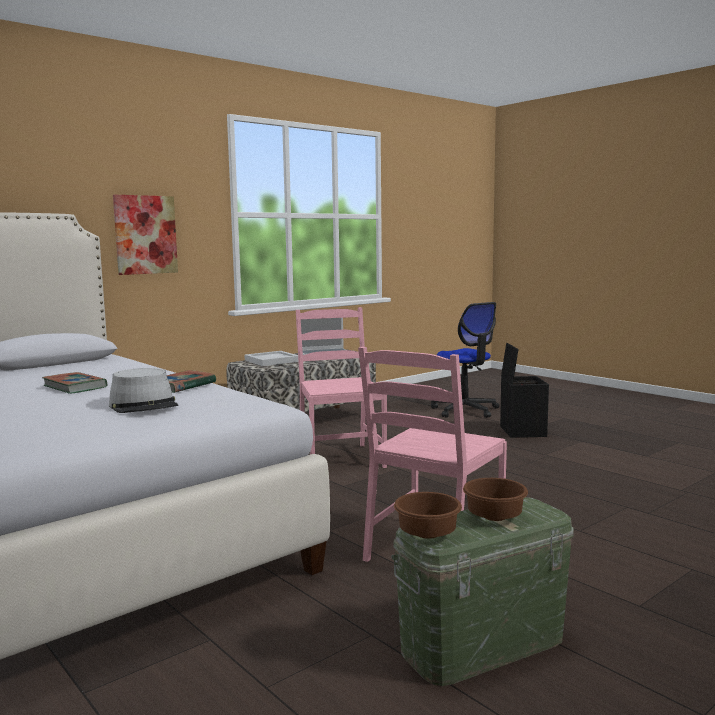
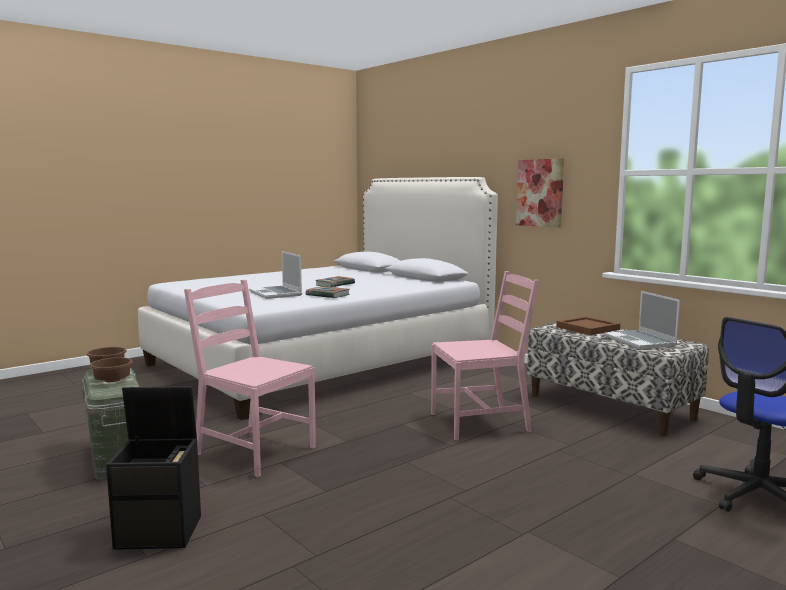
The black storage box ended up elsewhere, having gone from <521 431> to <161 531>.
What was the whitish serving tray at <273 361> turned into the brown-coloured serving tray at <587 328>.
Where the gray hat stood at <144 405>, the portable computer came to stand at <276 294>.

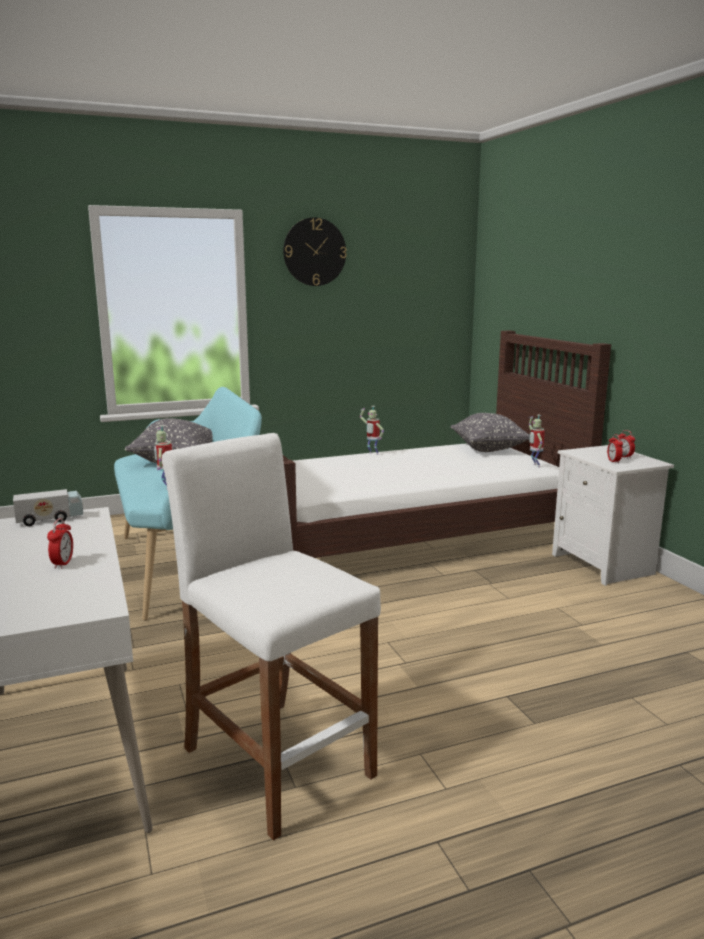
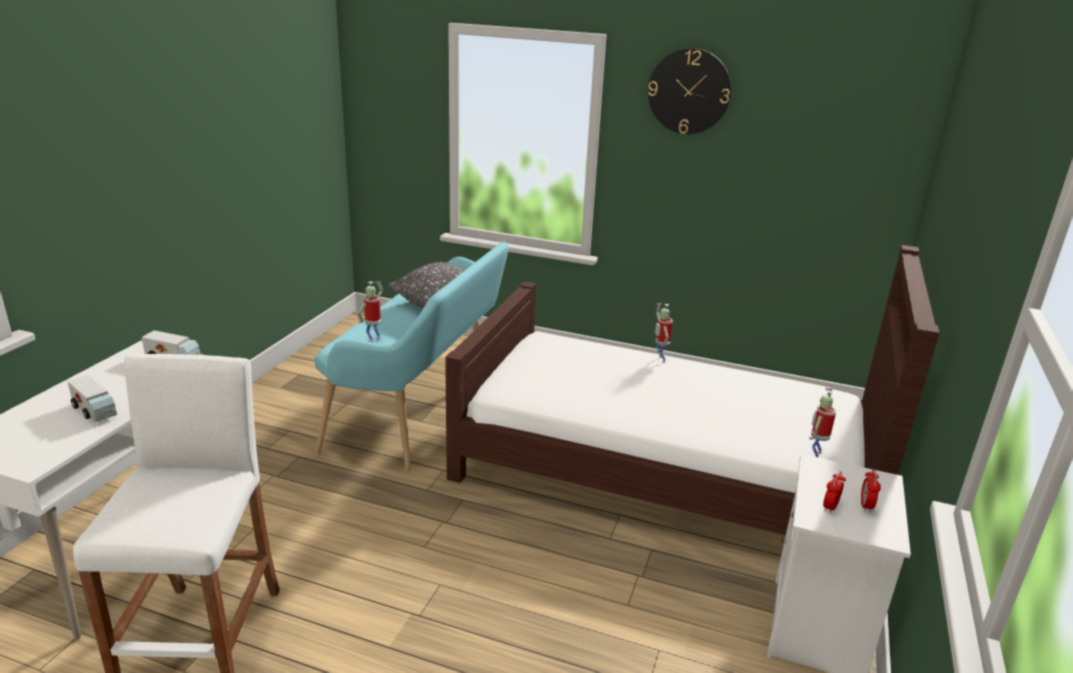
The second view lost the gray throw pillow at <489 449>.
Where the bedside clock stood at <63 564>, the model truck came to stand at <95 410>.

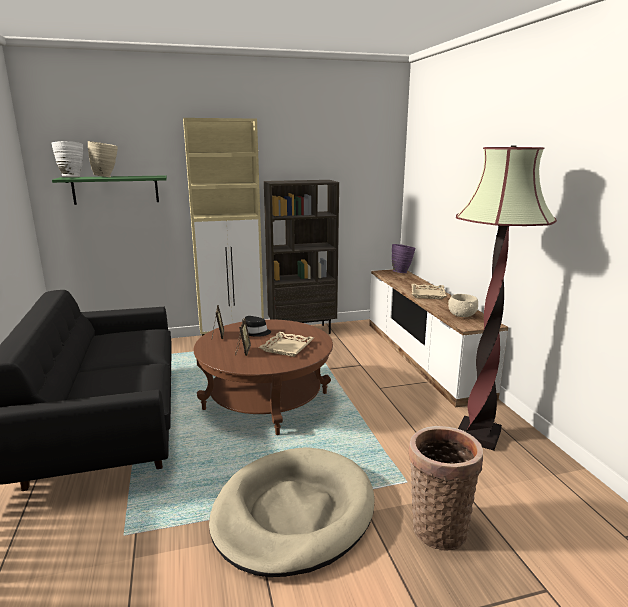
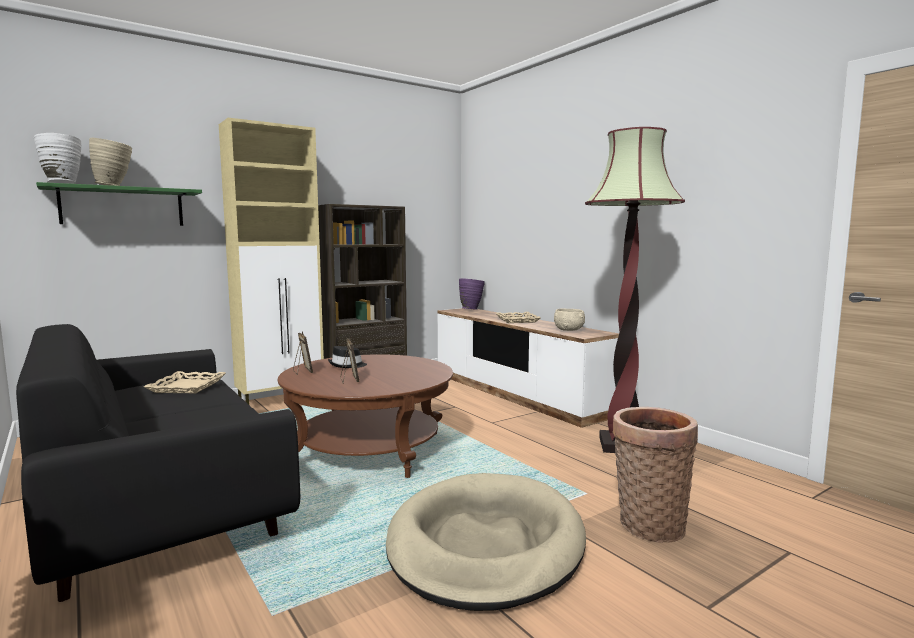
The sand-coloured serving tray ended up elsewhere, having gone from <287 348> to <188 387>.

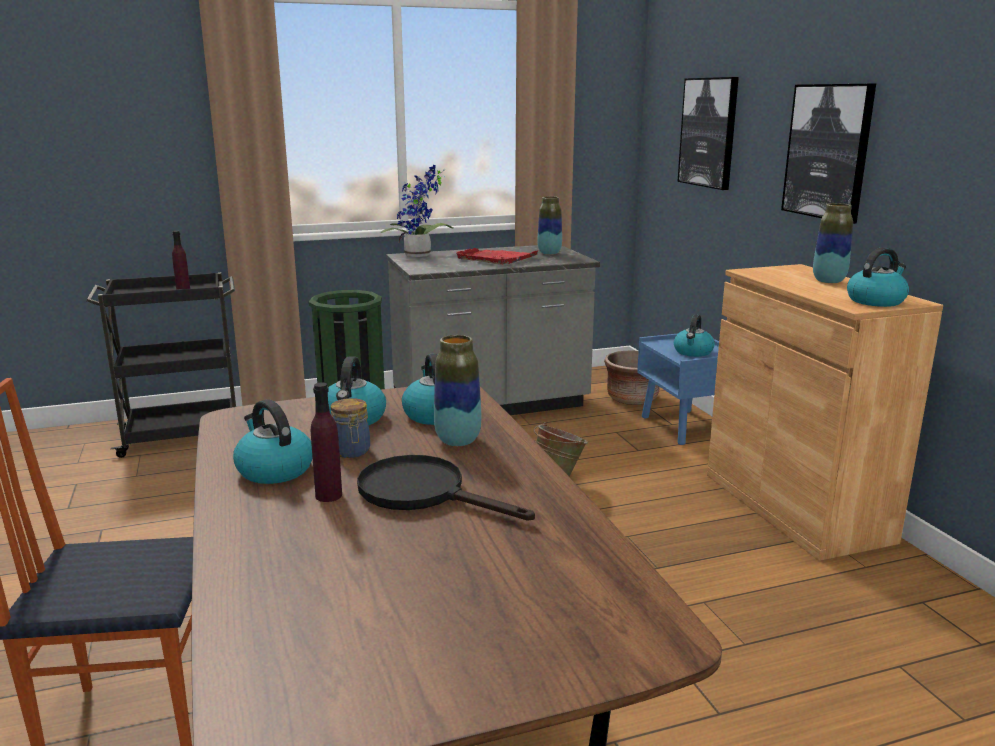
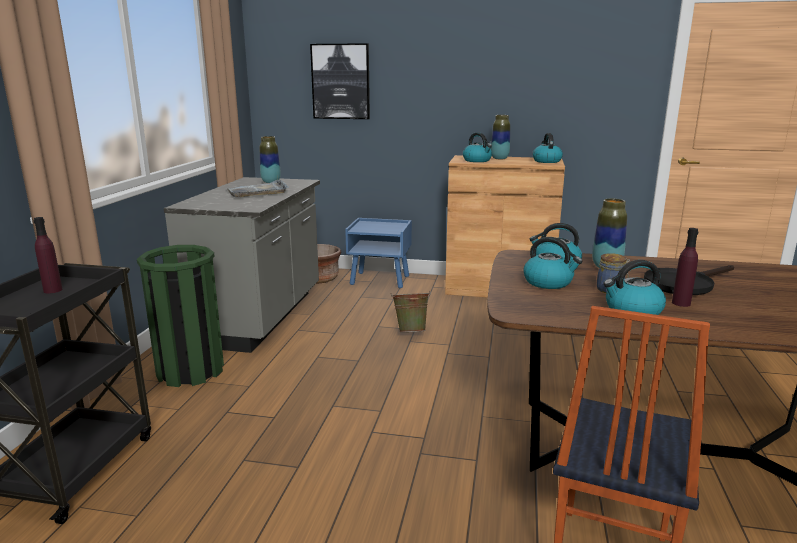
The second view lost the wall art at <828 151>.
The second view lost the houseplant at <420 256>.
What was the red serving tray at <496 258> turned into the gray serving tray at <258 191>.
The water kettle ended up elsewhere, having gone from <693 352> to <477 160>.

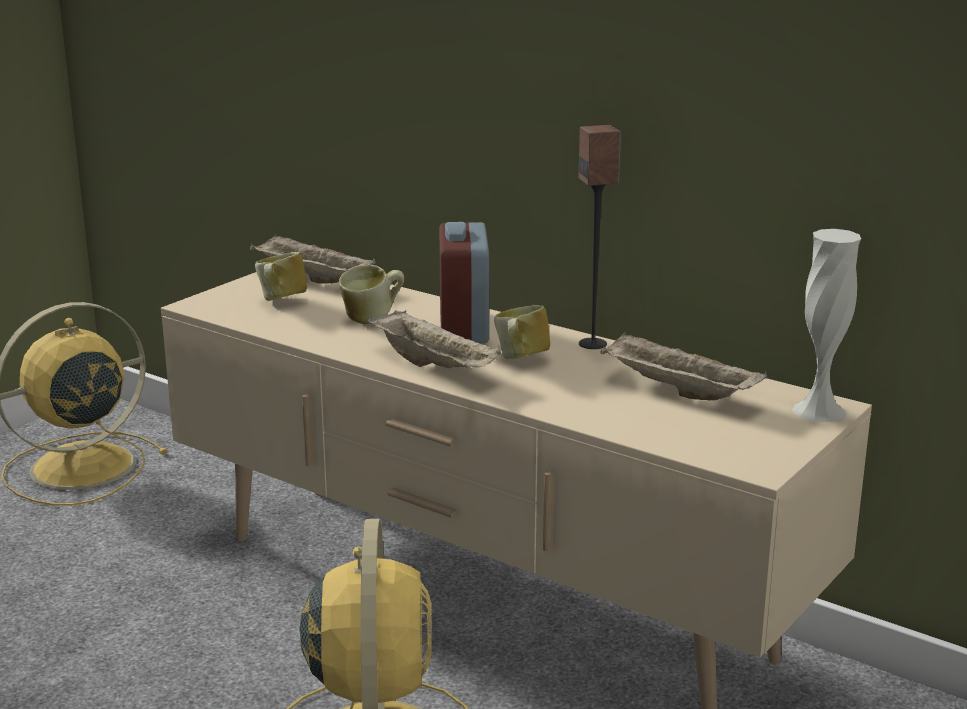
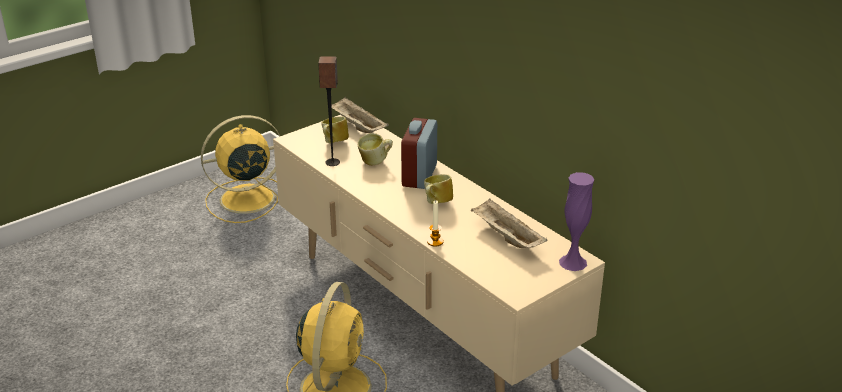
The speaker ended up elsewhere, having gone from <593 344> to <333 162>.
What was the whitish vase at <819 411> turned into the purple-coloured vase at <573 262>.
The second view lost the sand-coloured serving tray at <436 366>.
The second view gained the wax candle at <435 241>.

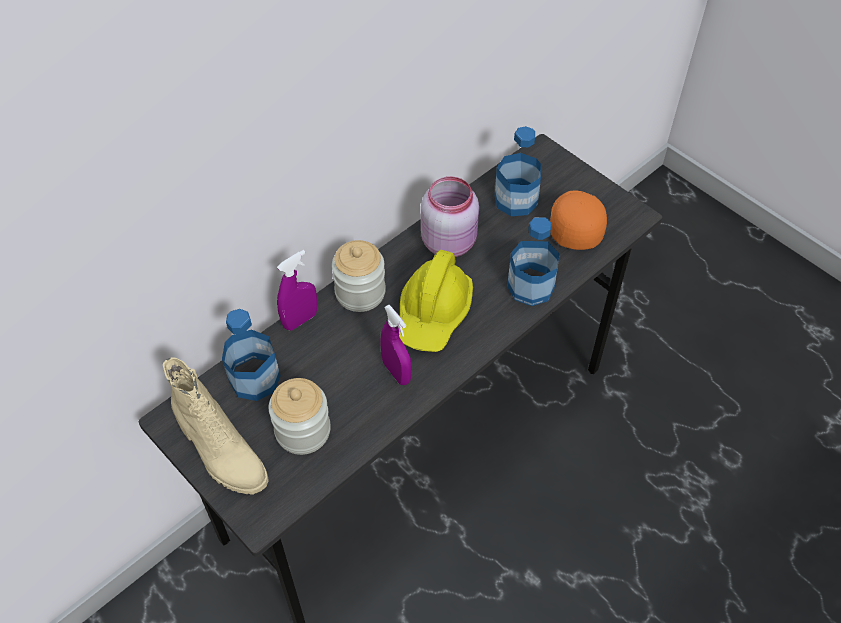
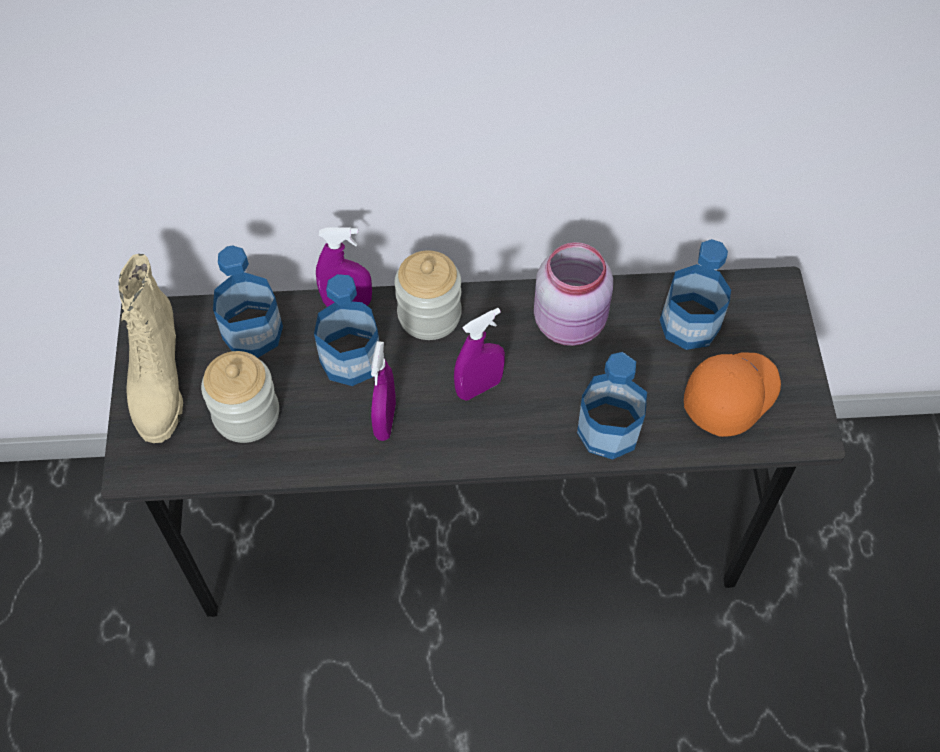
Where the yellow work helmet stood at <433 313>, the purple-coloured hand sprayer came to stand at <479 387>.
The second view gained the bottle at <350 359>.

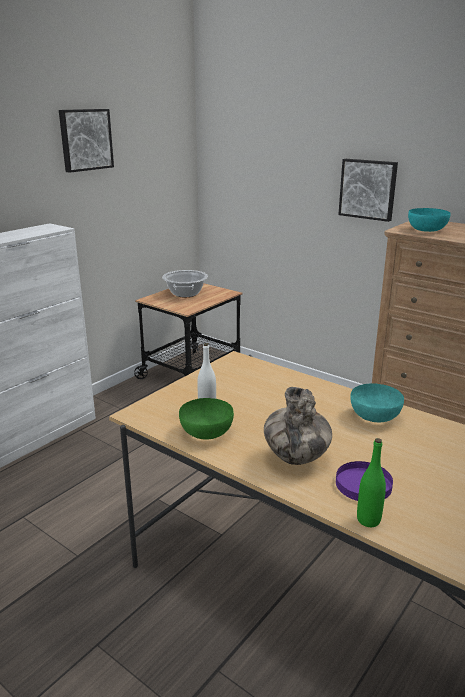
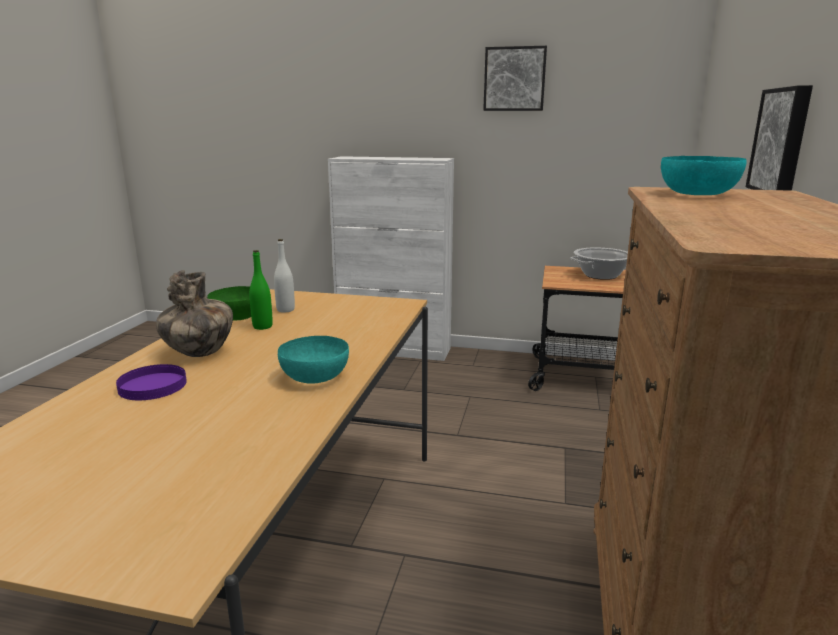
The green bottle ended up elsewhere, having gone from <368 520> to <262 326>.

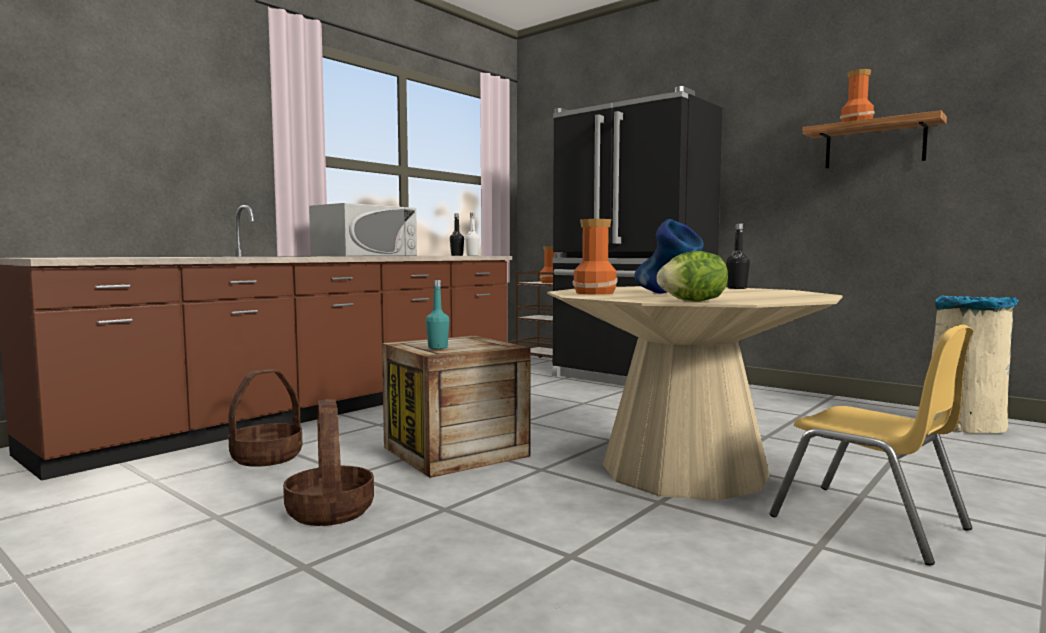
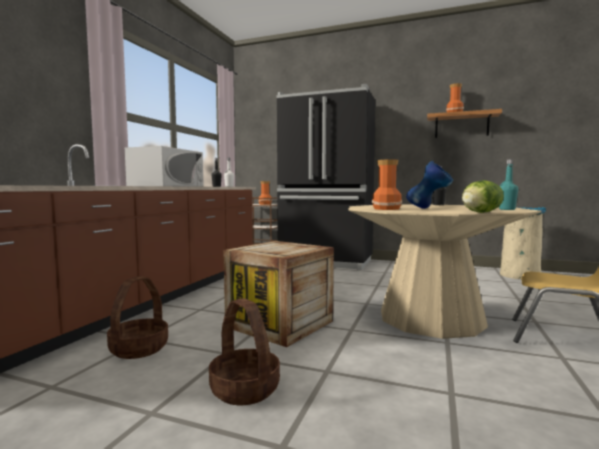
The turquoise bottle ended up elsewhere, having gone from <437 348> to <507 209>.

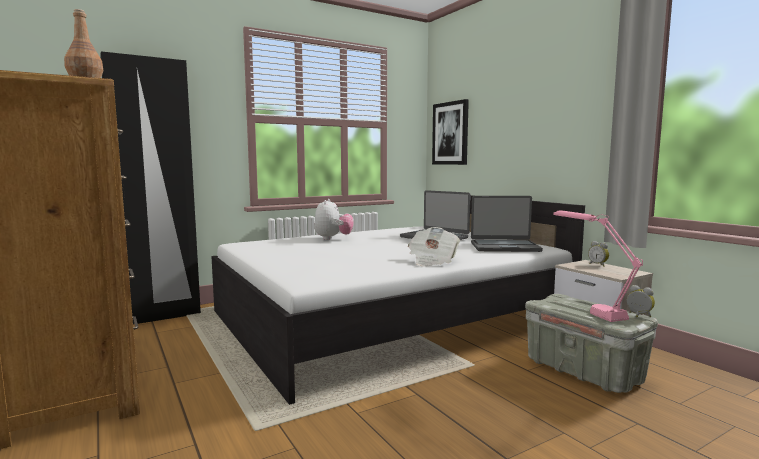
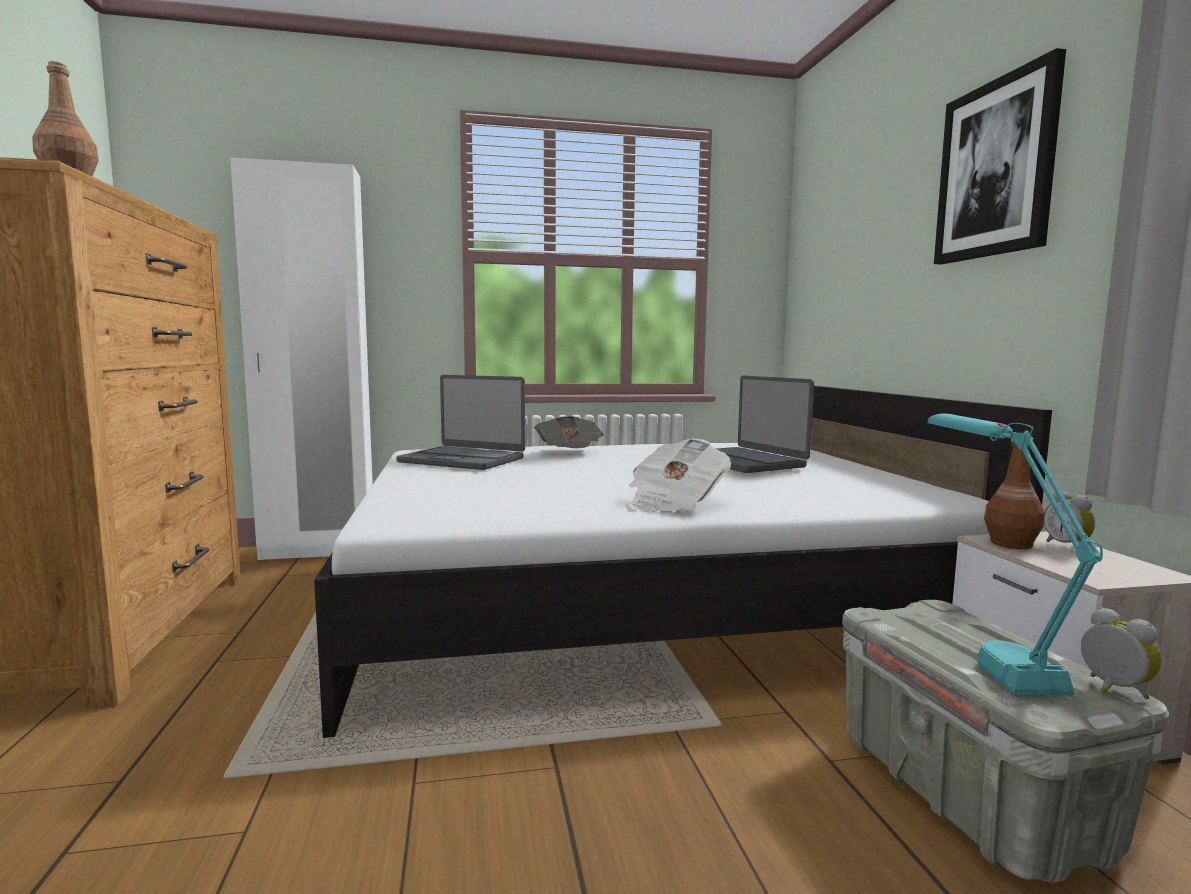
What was the black clothes cupboard at <162 316> turned into the whitish clothes cupboard at <318 551>.
The wall art ended up elsewhere, having gone from <450 133> to <996 169>.
The portable computer ended up elsewhere, having gone from <504 247> to <463 460>.
Where the plush toy stood at <333 238>, the daily paper came to stand at <569 453>.
What was the pink tabletop lamp at <589 308> turned into the turquoise tabletop lamp at <984 648>.
The second view gained the brown-coloured bottle at <1011 544>.

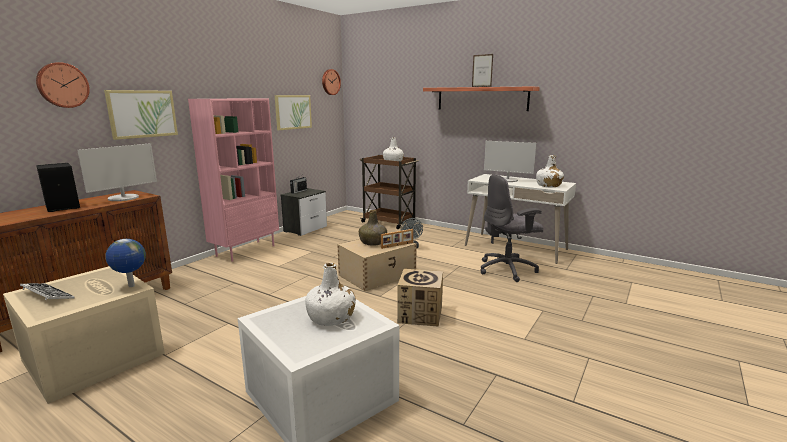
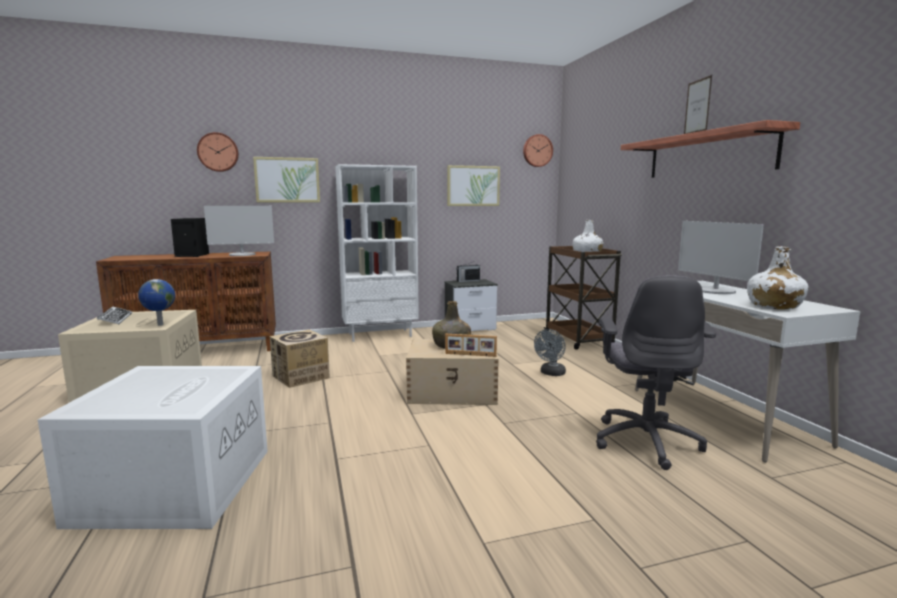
What was the pink bookshelf at <245 250> turned into the whitish bookshelf at <380 335>.
The gray computer chair at <507 270> ended up facing another way, 105 degrees counterclockwise from before.
The second view lost the whitish bottle at <331 318>.
The cardboard box ended up elsewhere, having gone from <420 314> to <301 377>.

